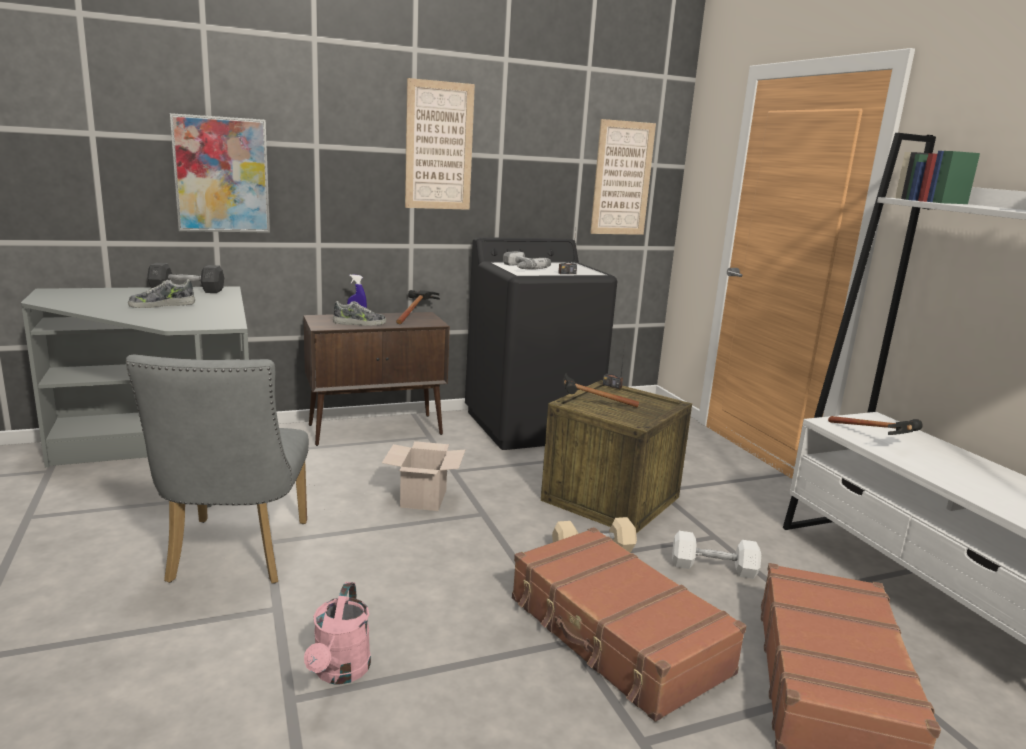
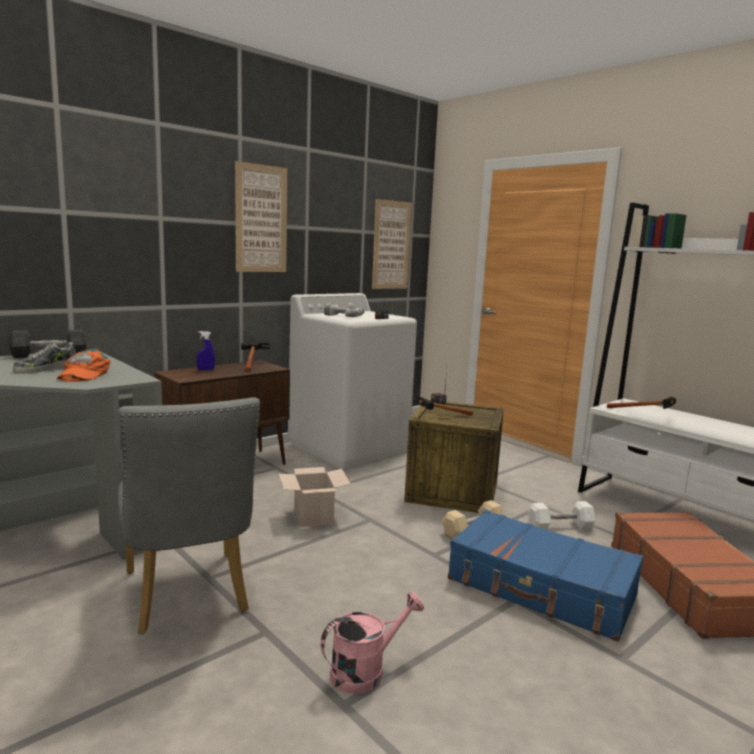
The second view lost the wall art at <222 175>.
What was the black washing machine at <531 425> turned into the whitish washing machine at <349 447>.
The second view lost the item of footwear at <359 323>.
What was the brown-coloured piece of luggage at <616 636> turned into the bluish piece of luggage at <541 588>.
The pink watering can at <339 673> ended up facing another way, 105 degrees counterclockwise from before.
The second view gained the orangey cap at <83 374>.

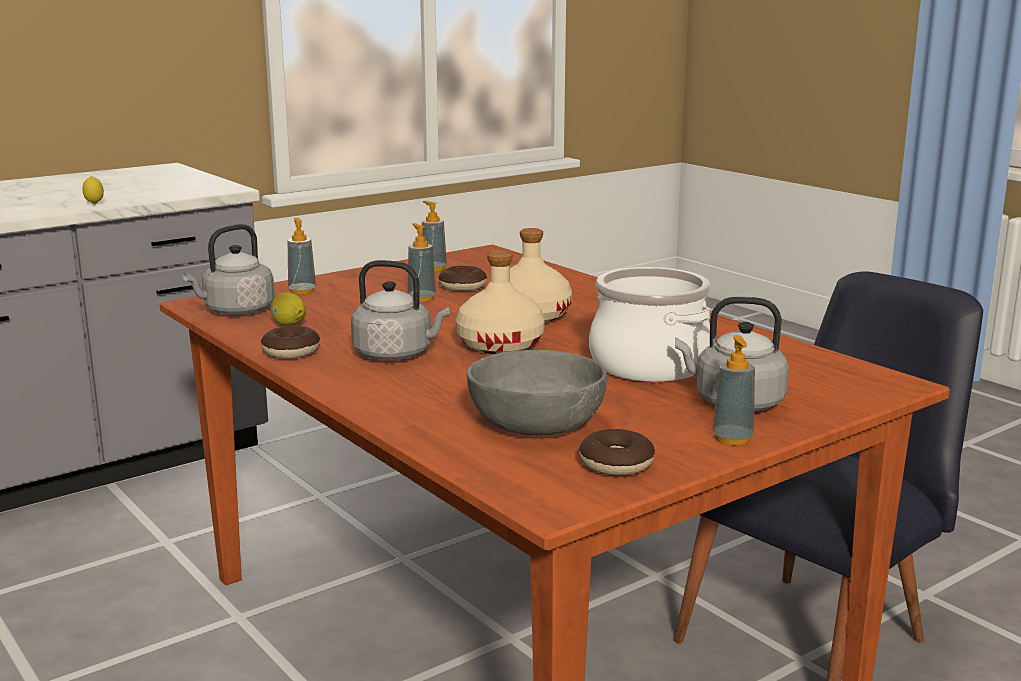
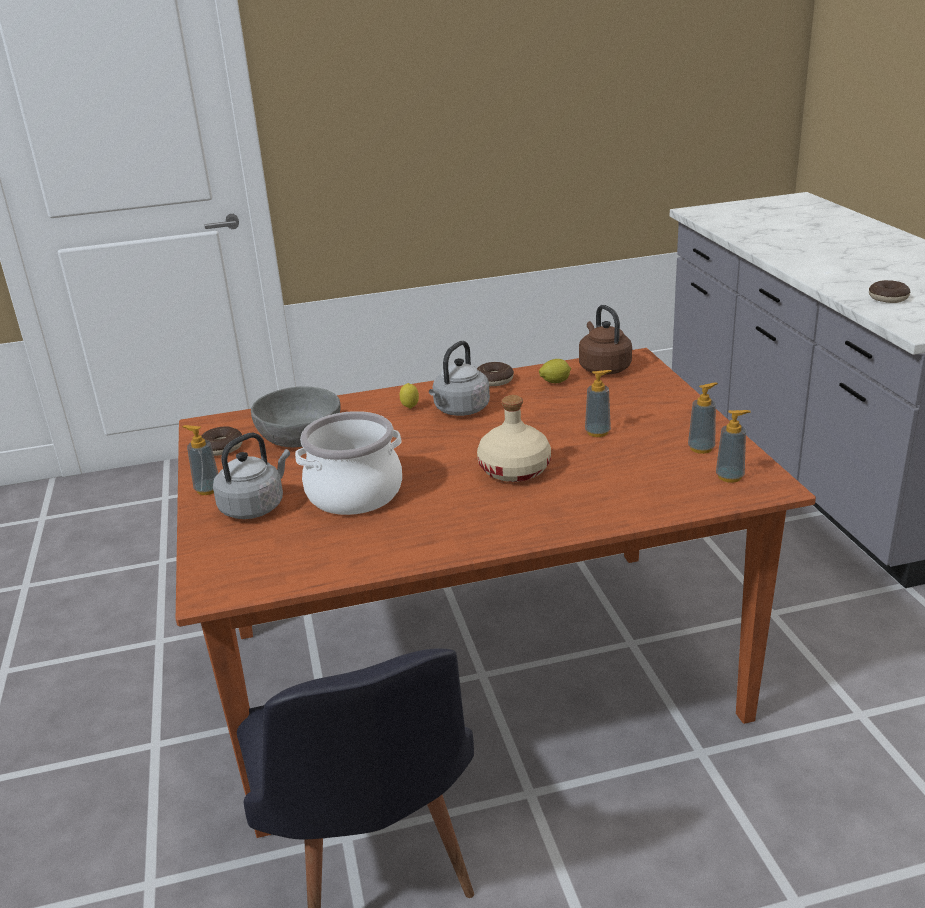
The whole lemon ended up elsewhere, having gone from <94 204> to <410 408>.
The soap dispenser ended up elsewhere, having gone from <302 291> to <730 477>.
What was the gray water kettle at <236 311> turned into the brown-coloured water kettle at <603 367>.
The second view lost the sand-coloured bottle at <500 344>.
The doughnut ended up elsewhere, having gone from <462 286> to <888 298>.

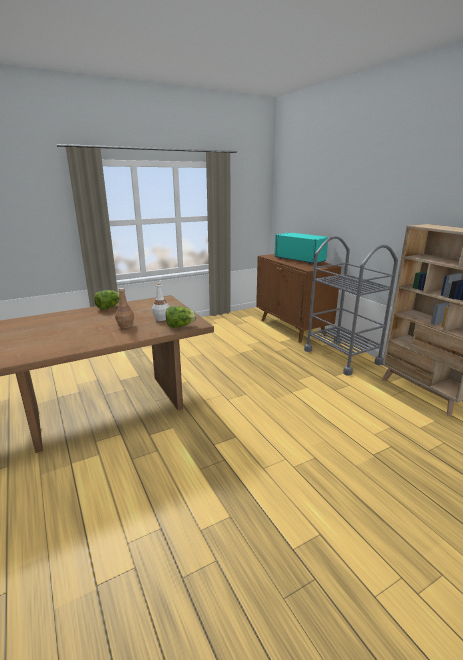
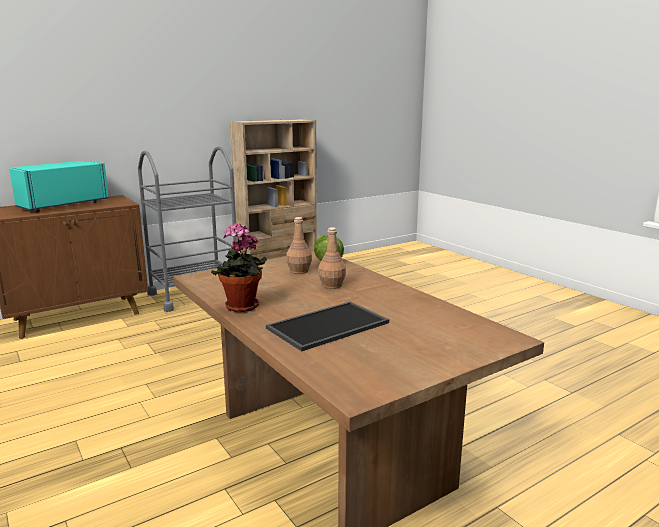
What was the whitish bottle at <161 318> turned into the brown-coloured bottle at <299 271>.
Where the lettuce stood at <108 307>, the houseplant came to stand at <241 308>.
The second view gained the serving tray at <328 326>.

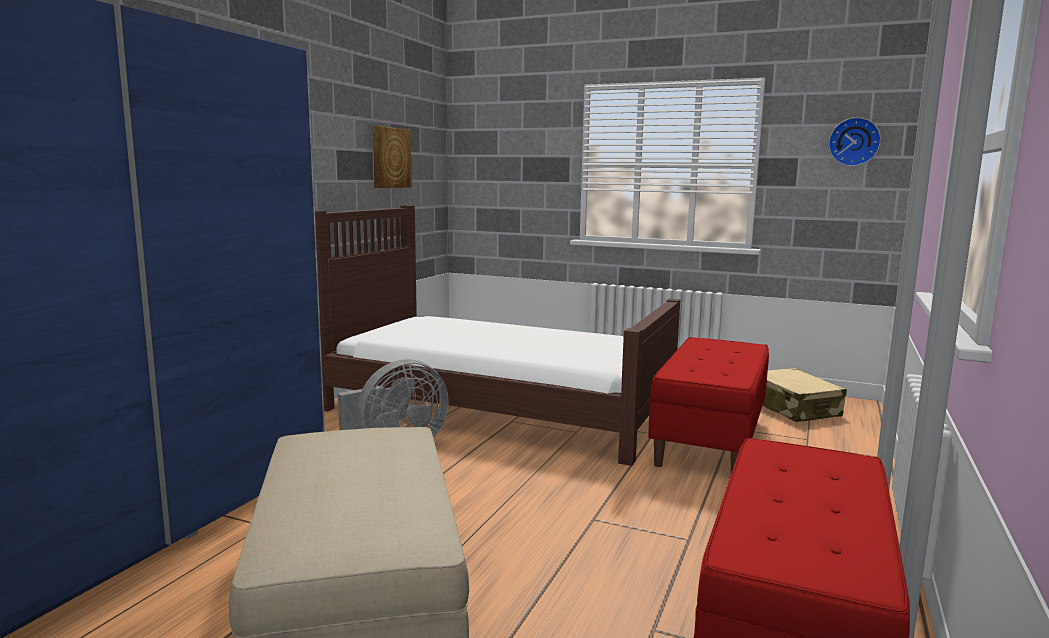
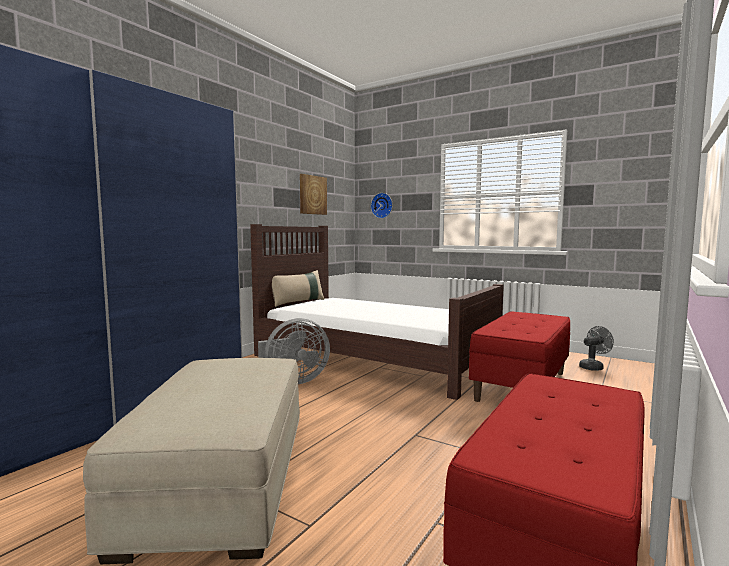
The hanging clock ended up elsewhere, having gone from <854 142> to <382 205>.
Where the sand-coloured piece of luggage stood at <793 408>, the gray electric fan came to stand at <593 367>.
The second view gained the sand-coloured throw pillow at <297 302>.

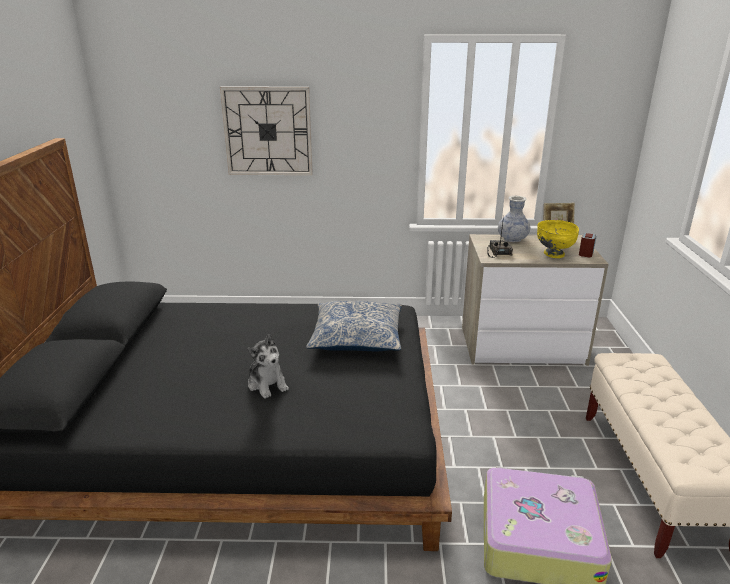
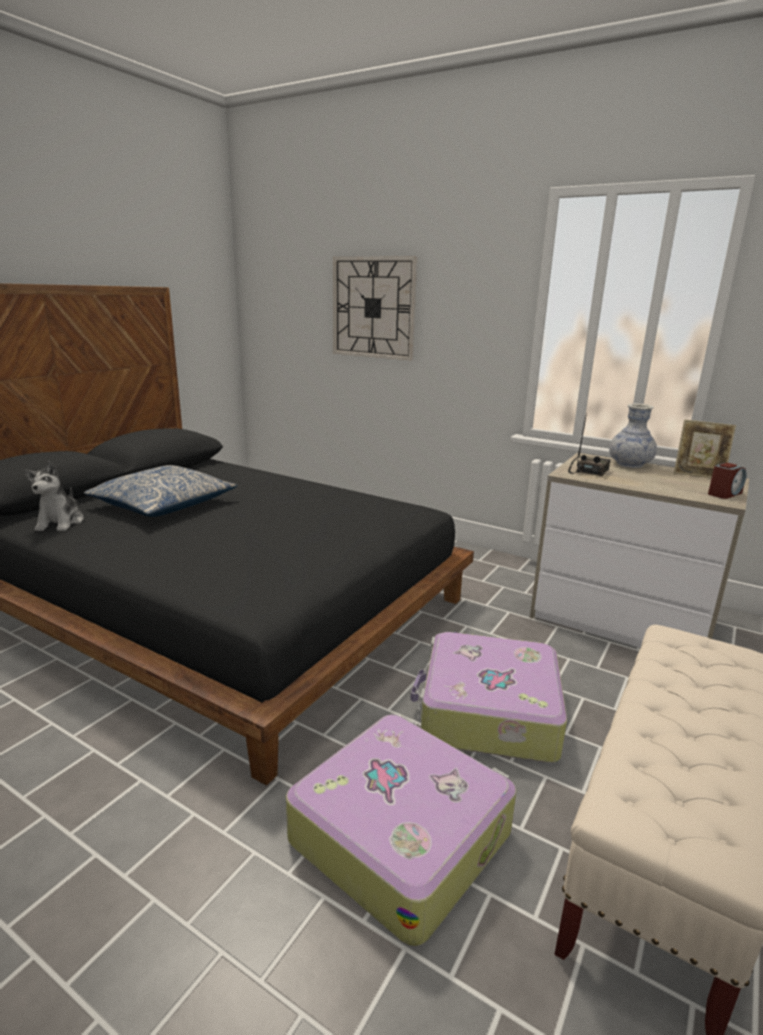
The second view lost the yellow deep dish at <554 254>.
The throw pillow ended up elsewhere, having gone from <357 337> to <163 505>.
The plush toy ended up elsewhere, having gone from <267 384> to <60 523>.
The second view gained the piece of luggage at <487 712>.

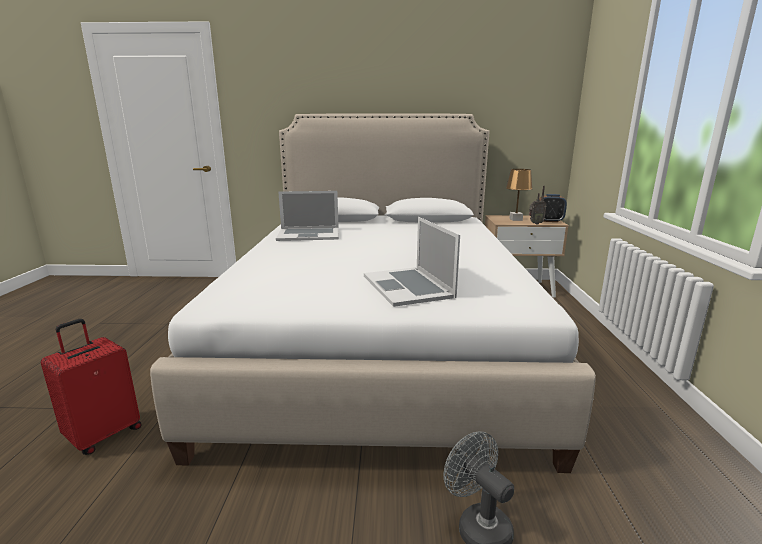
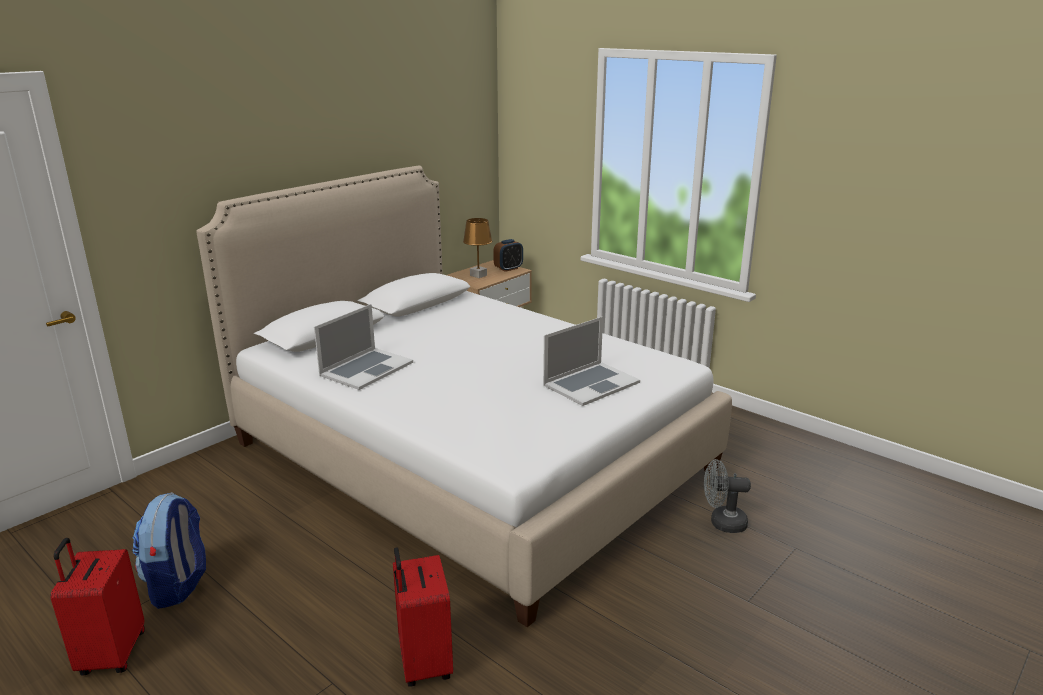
The second view lost the radio at <535 223>.
The portable computer at <408 286> ended up facing another way, 60 degrees counterclockwise from before.
The second view gained the backpack at <178 585>.
The second view gained the red piece of luggage at <111 654>.

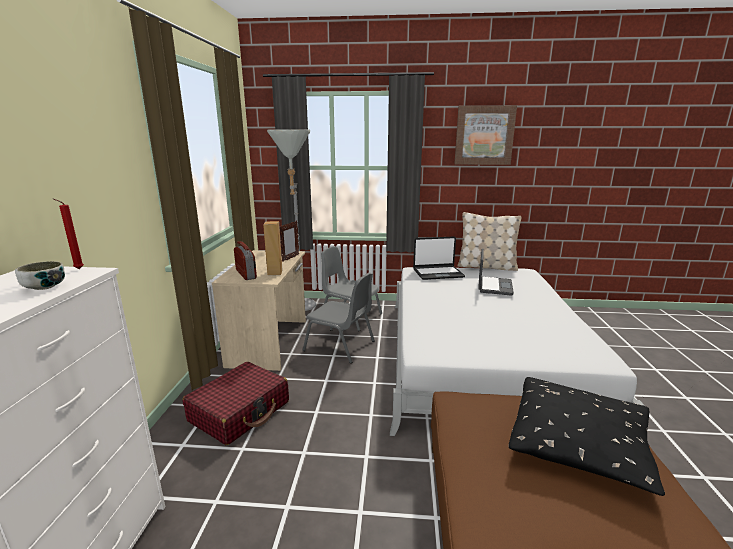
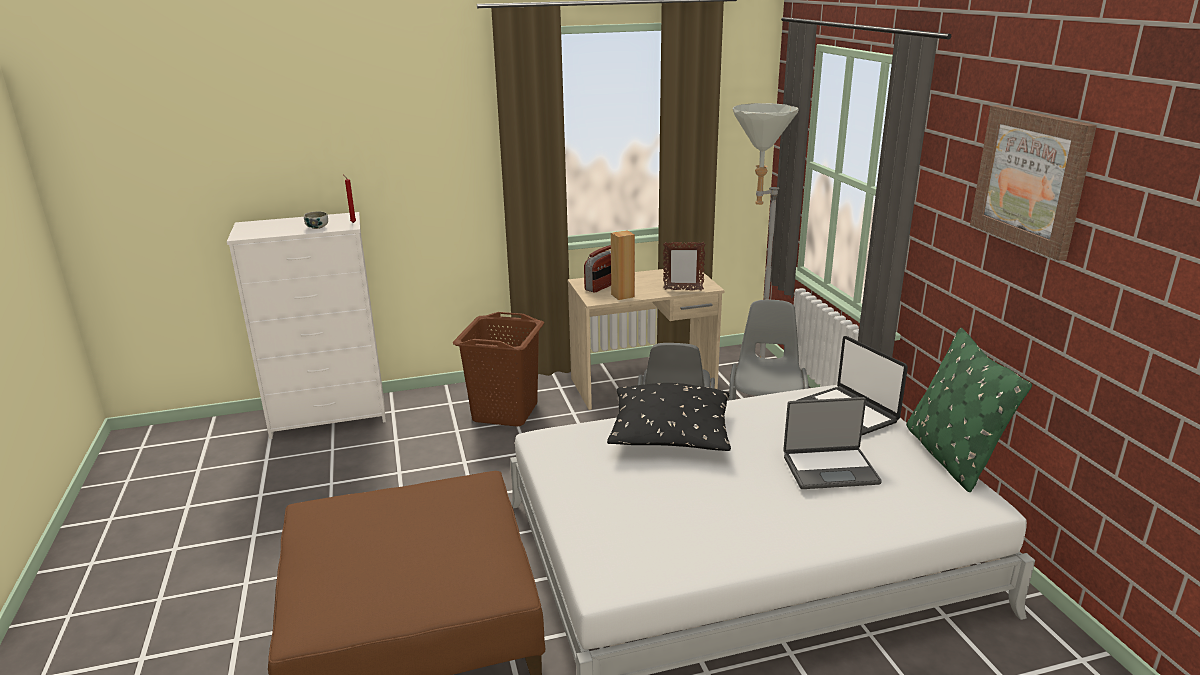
What was the sand-coloured throw pillow at <486 267> turned into the green throw pillow at <950 456>.
Where the red piece of luggage stood at <240 411>, the brown-coloured hamper came to stand at <506 412>.
The black throw pillow ended up elsewhere, having gone from <579 442> to <670 434>.

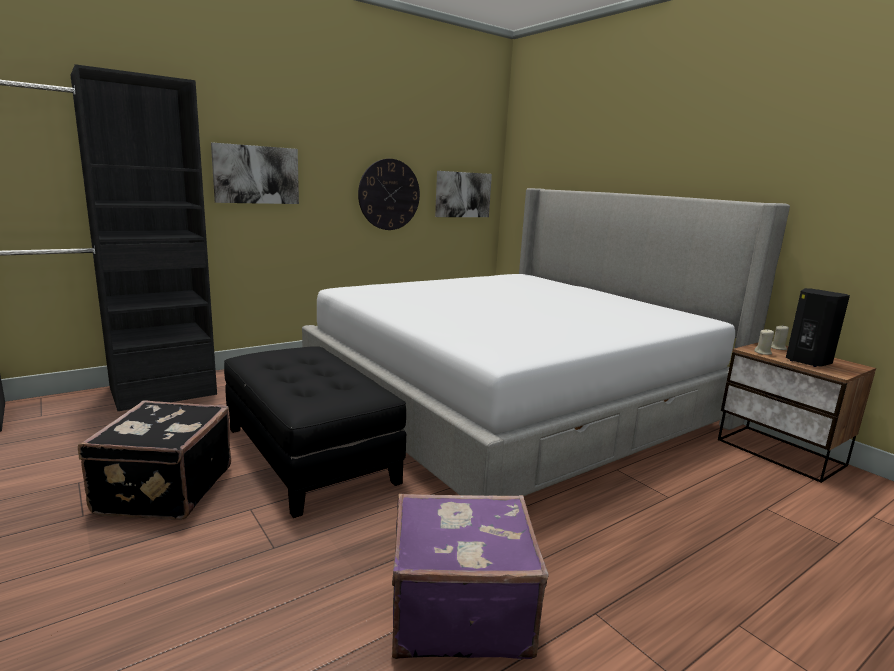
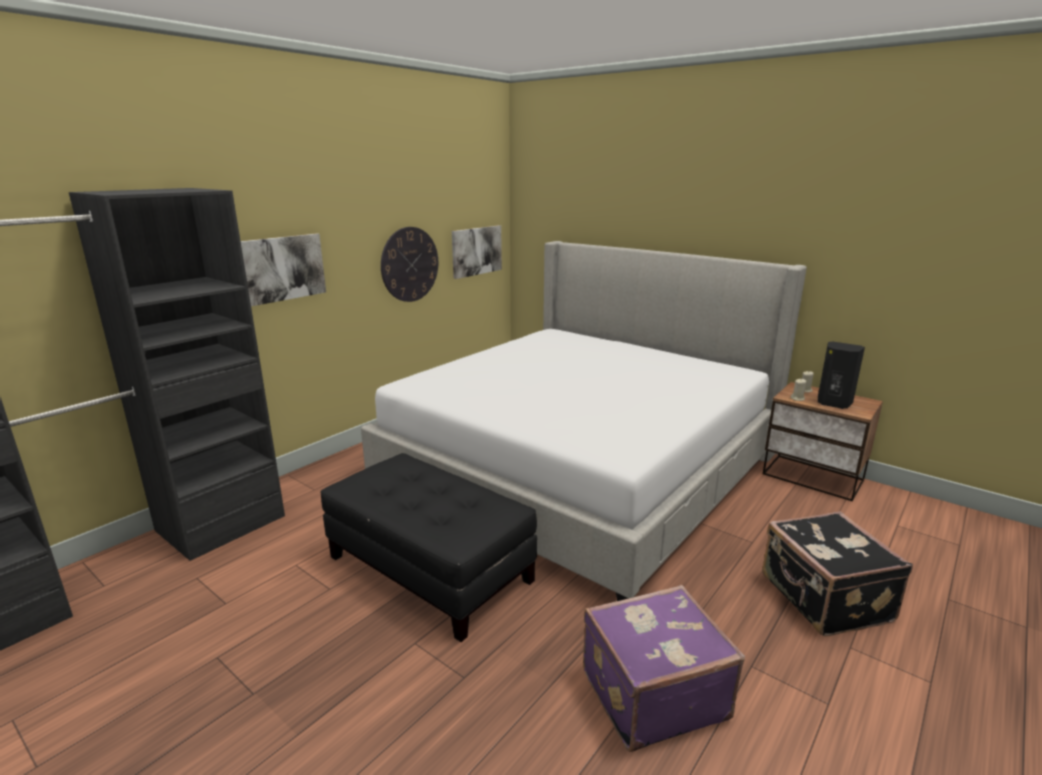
The black piece of luggage ended up elsewhere, having gone from <163 489> to <823 599>.

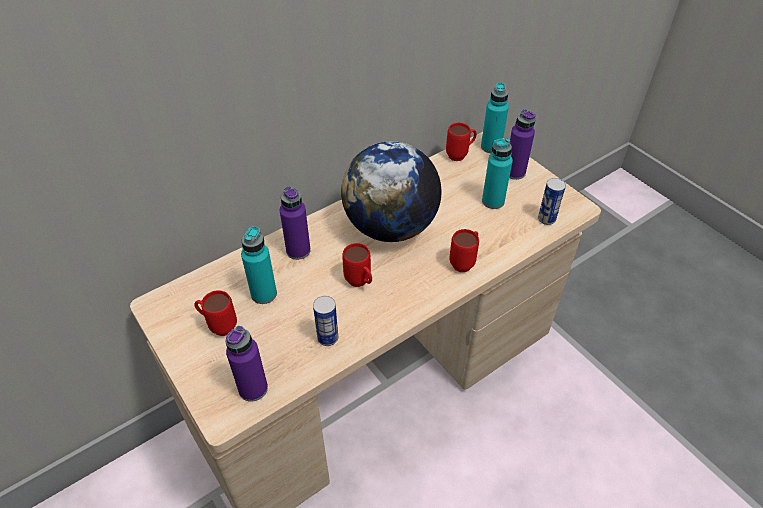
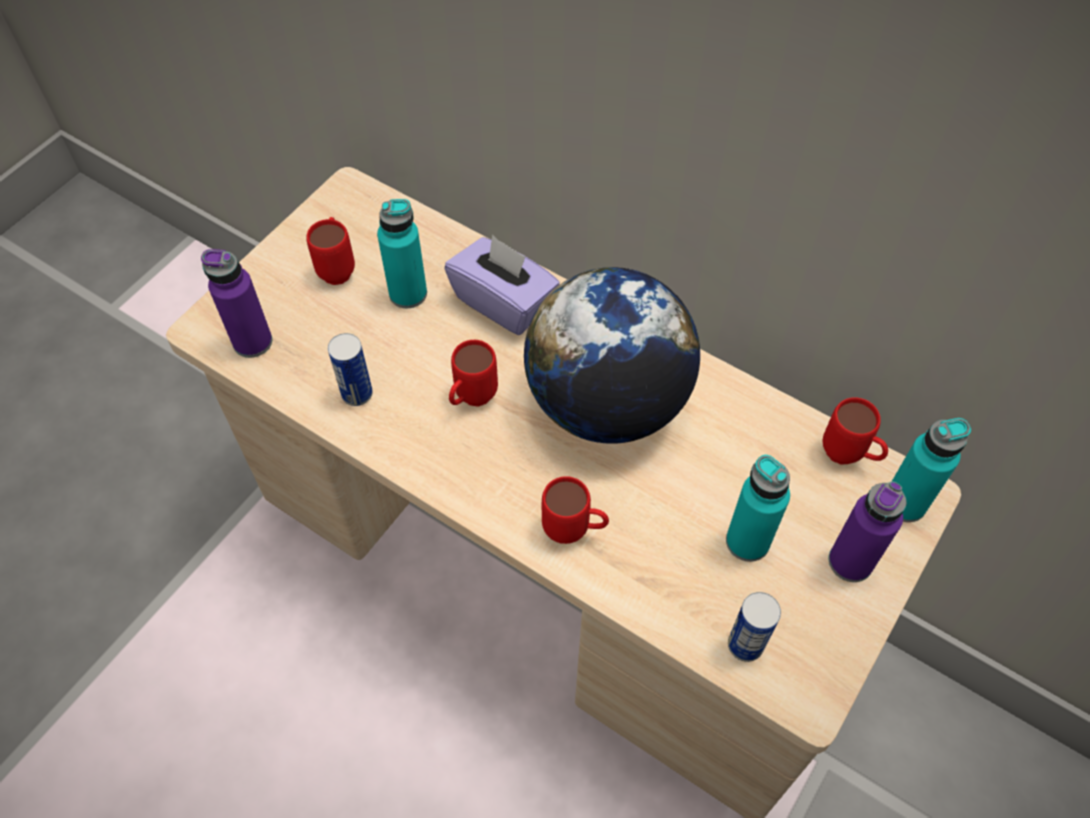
Where the purple-coloured bottle stood at <298 251>, the purple-coloured tissue holder came to stand at <504 302>.

